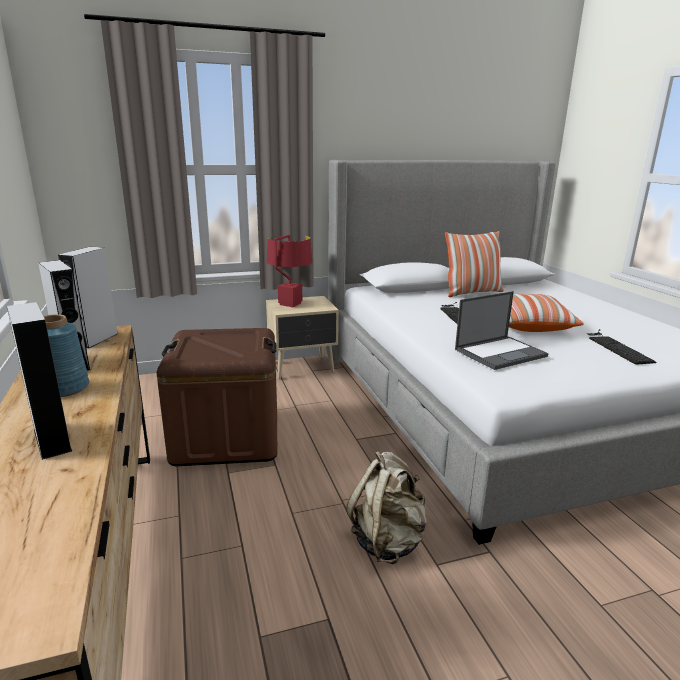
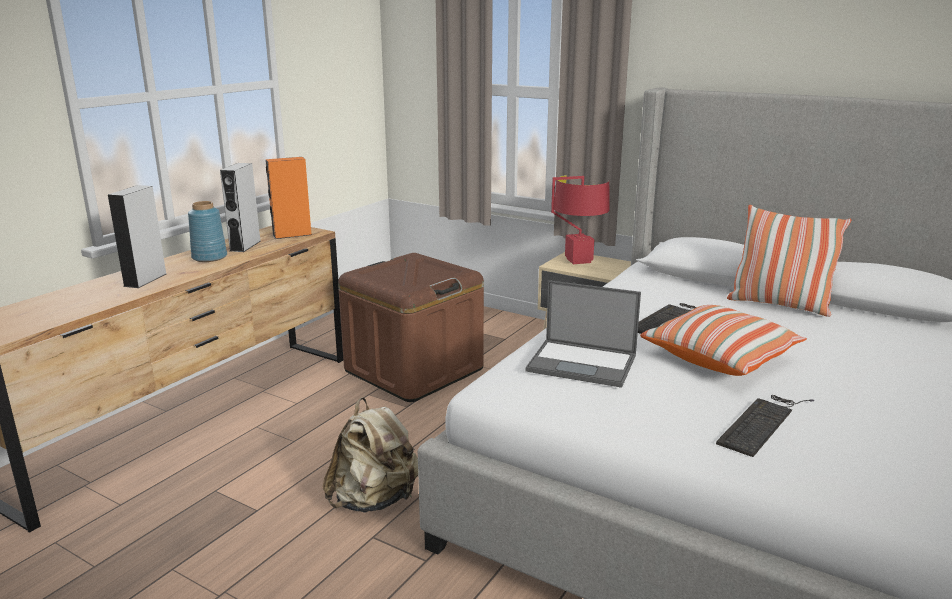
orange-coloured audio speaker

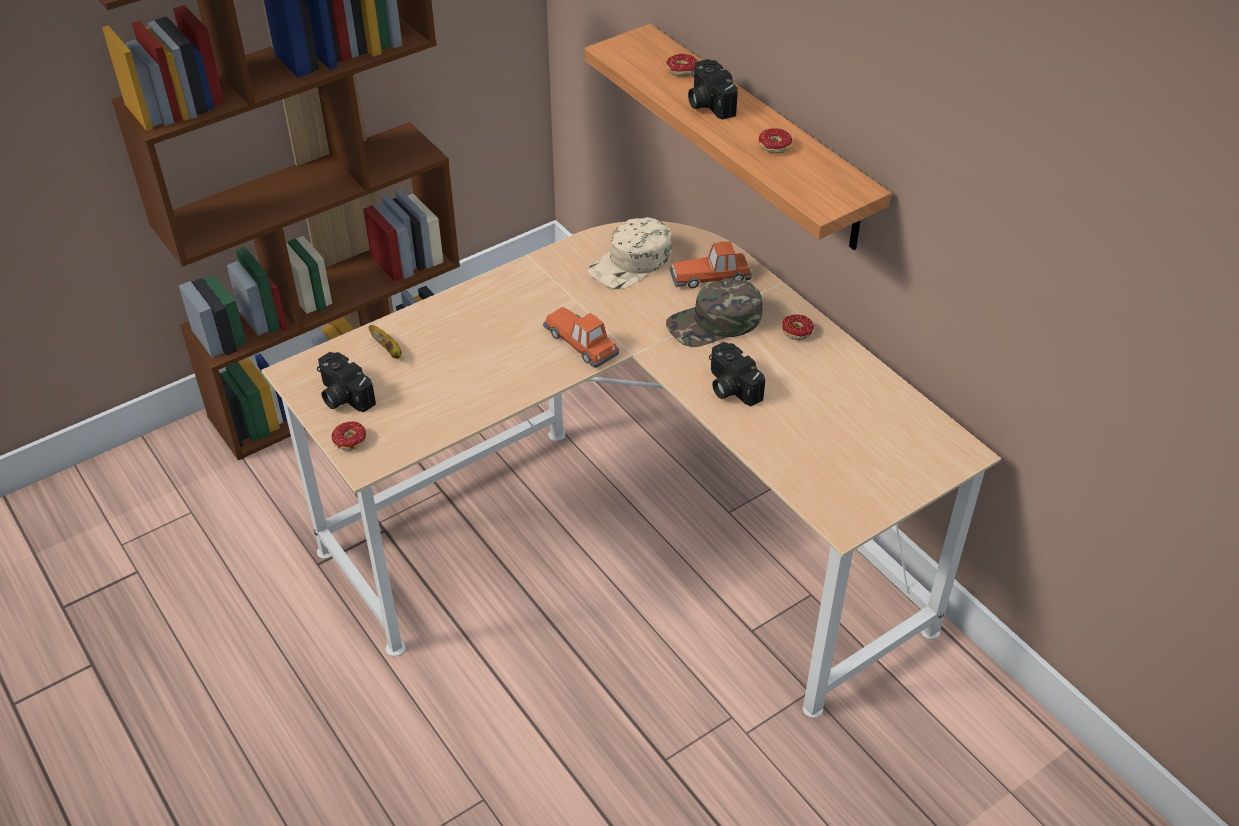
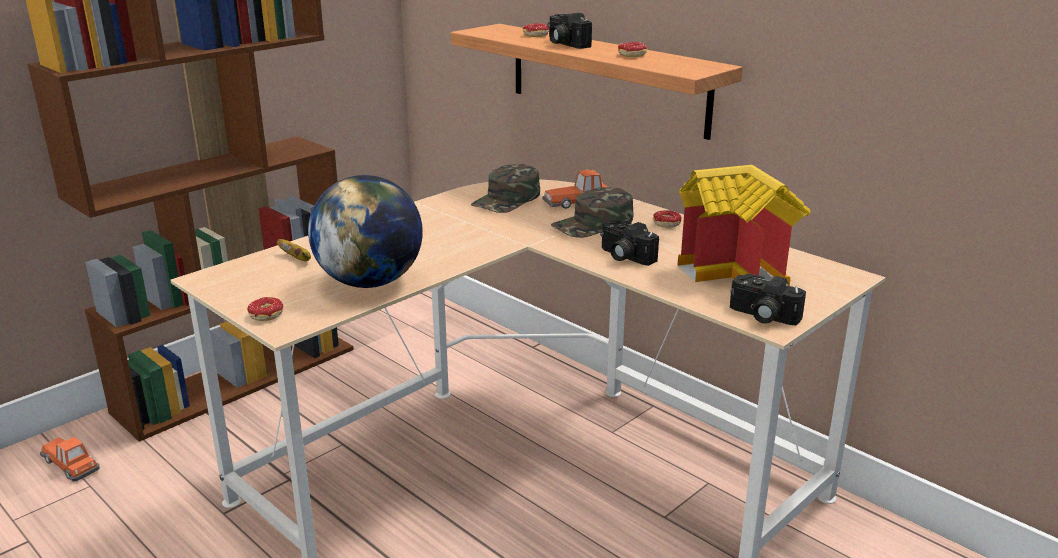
world globe
toy house
still camera (no. 3 from left)
model car (no. 1 from left)
green cap (no. 1 from left)

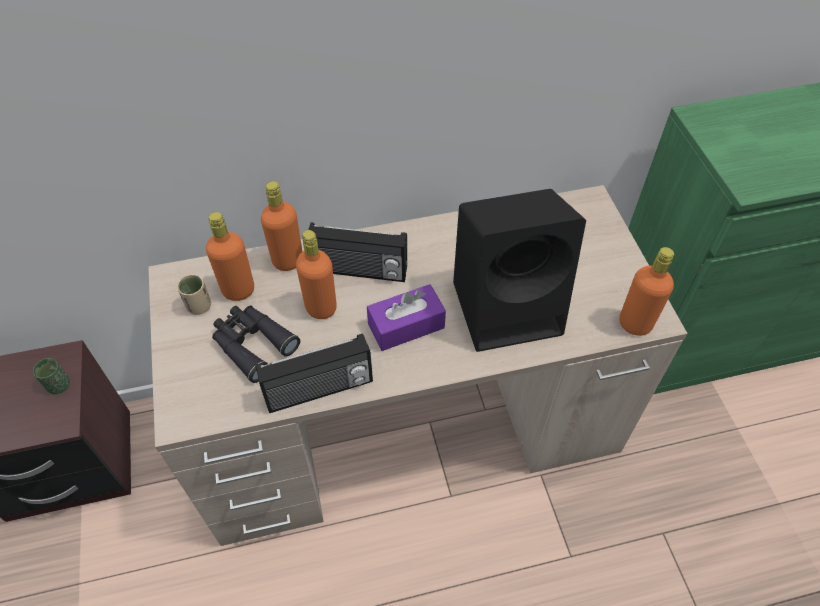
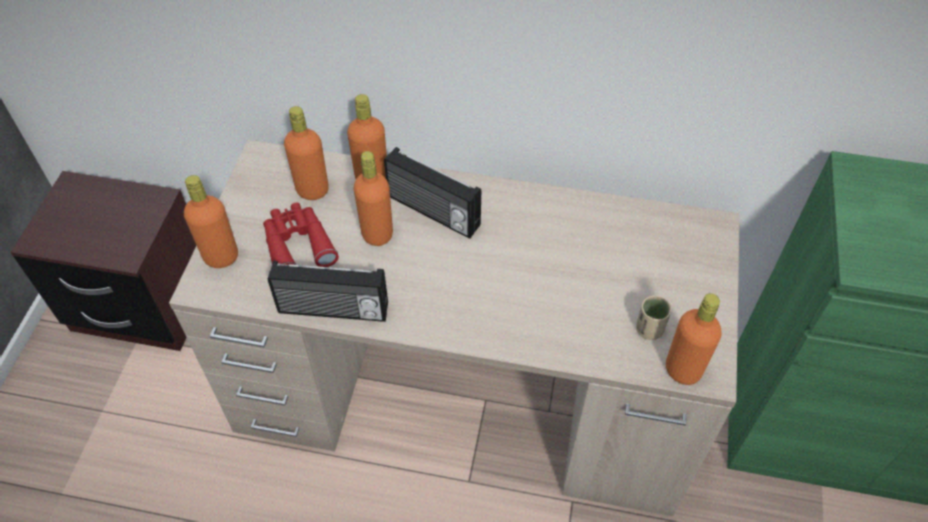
green cup
purple tissue holder
blackish audio speaker
orange-coloured beverage bottle (no. 1 from left)
sand-coloured cup
red binoculars

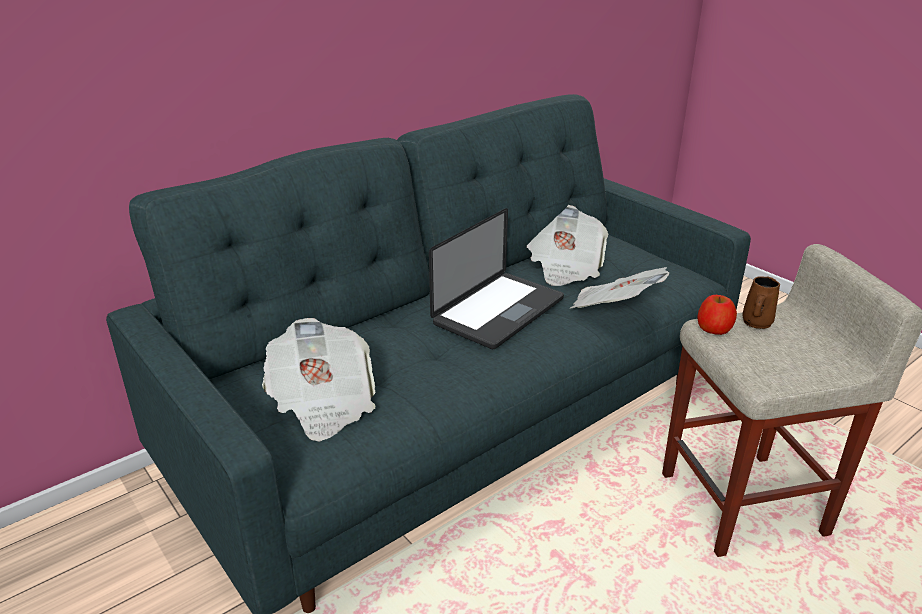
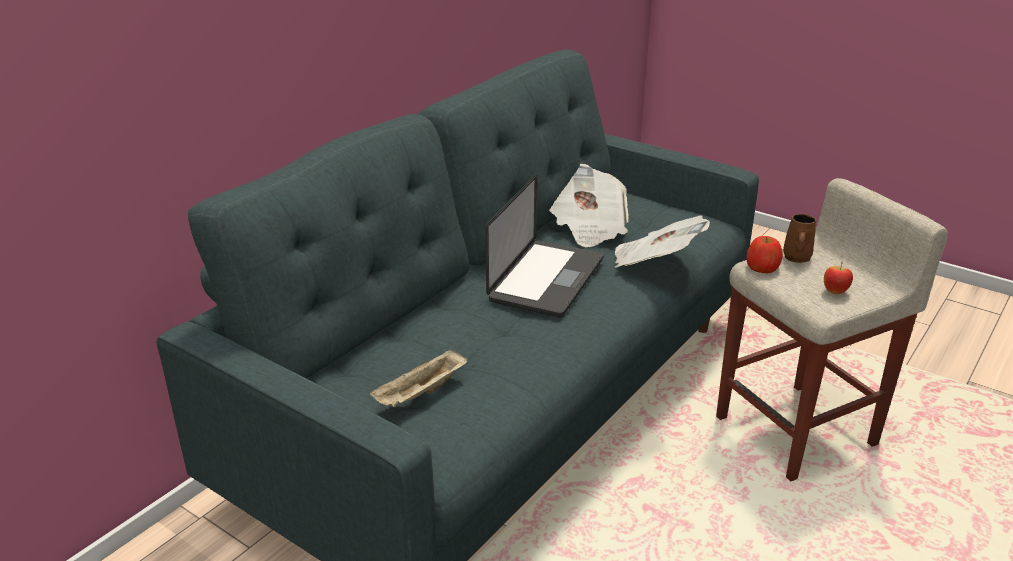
apple fruit (no. 2 from left)
sand-coloured tray

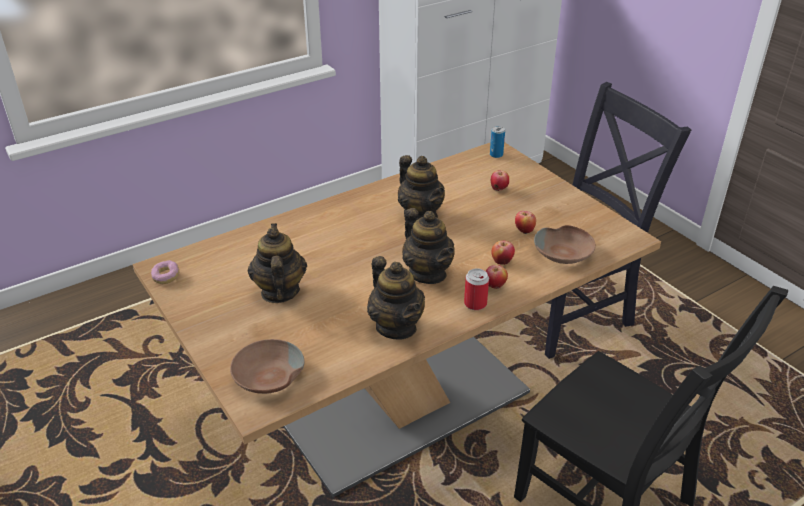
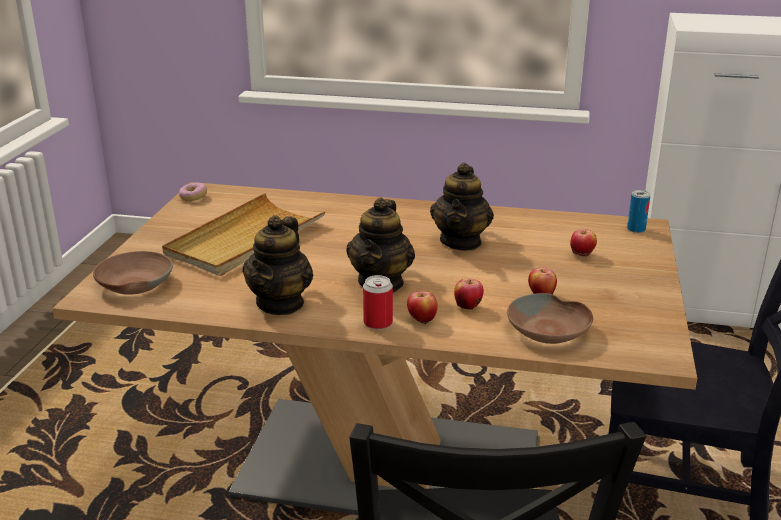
sand-coloured tray

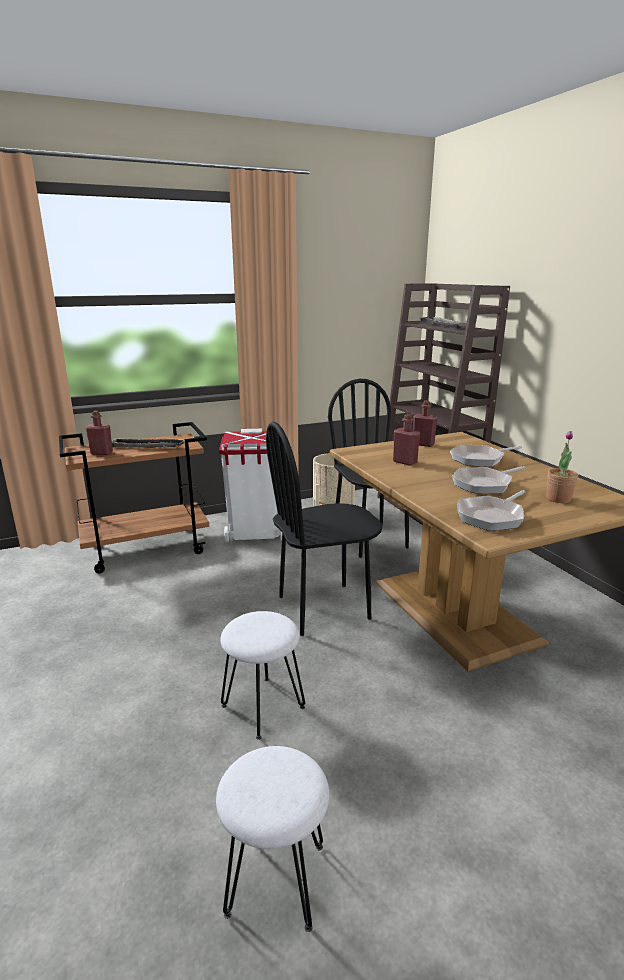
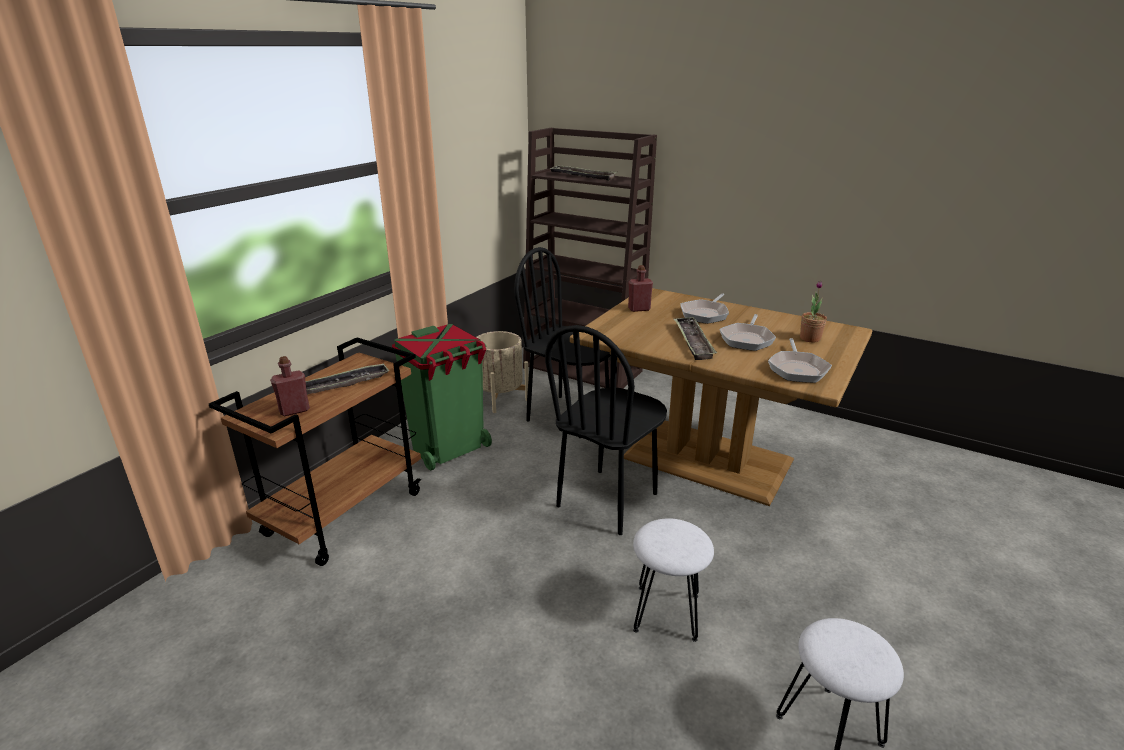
red beverage bottle (no. 2 from left in the first image)
tray (no. 3 from left)
green trash can

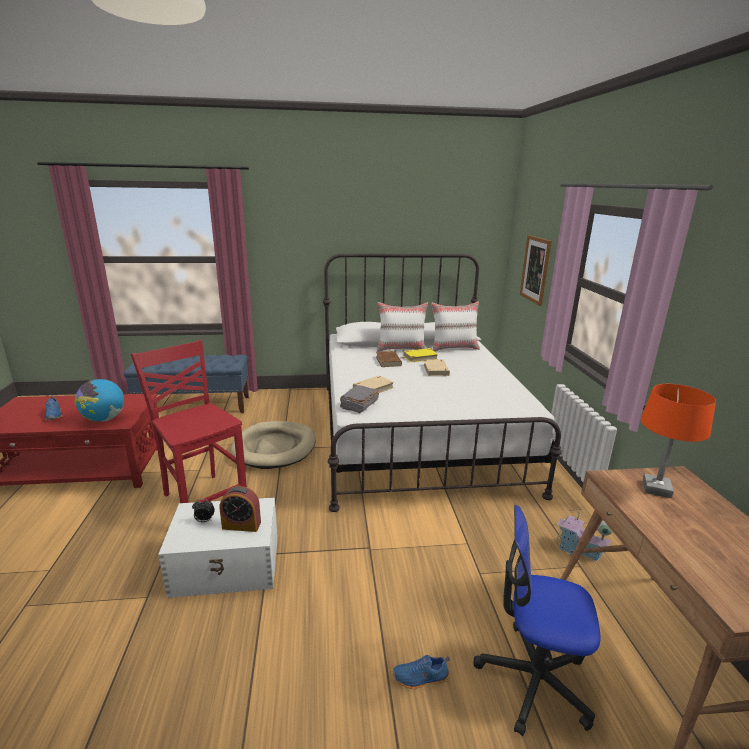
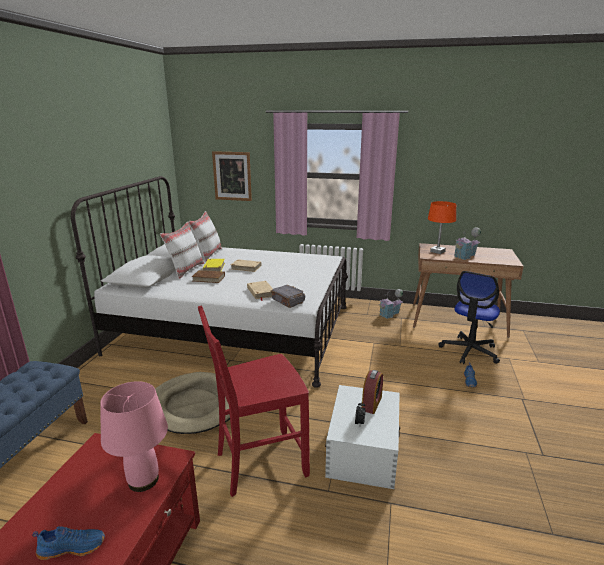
toy house (no. 2 from left)
pinkish table lamp

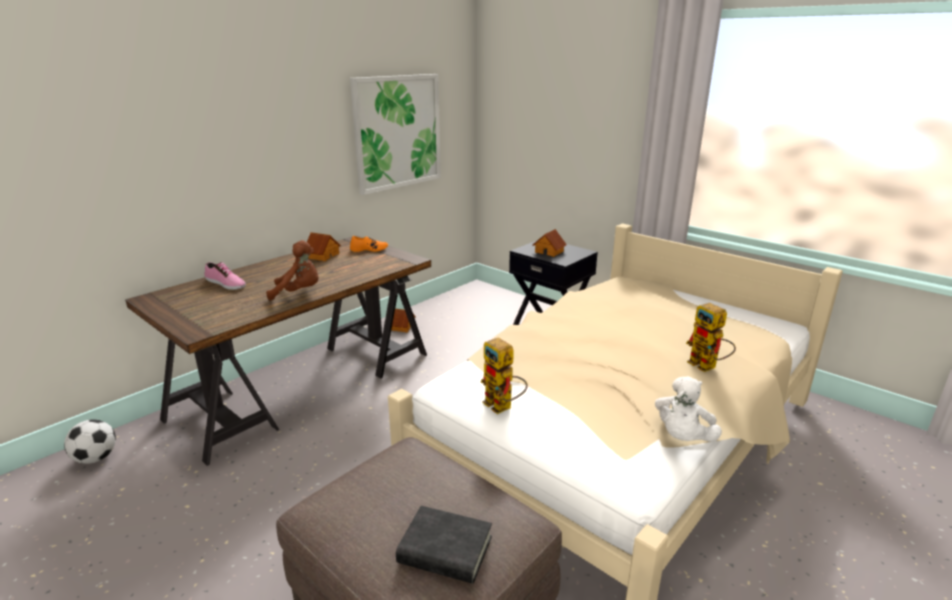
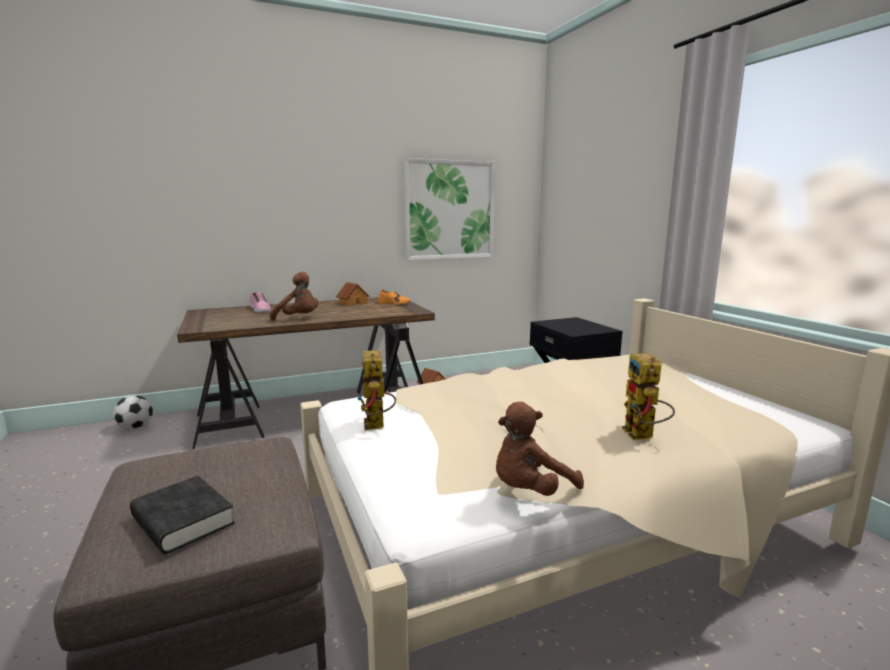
toy house (no. 3 from left in the first image)
brownish soft toy (no. 2 from left)

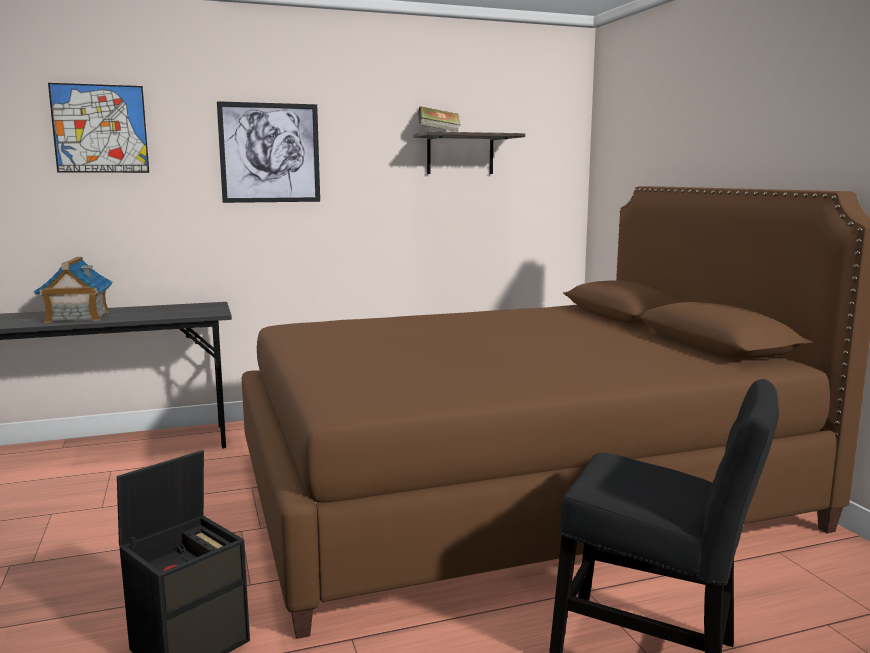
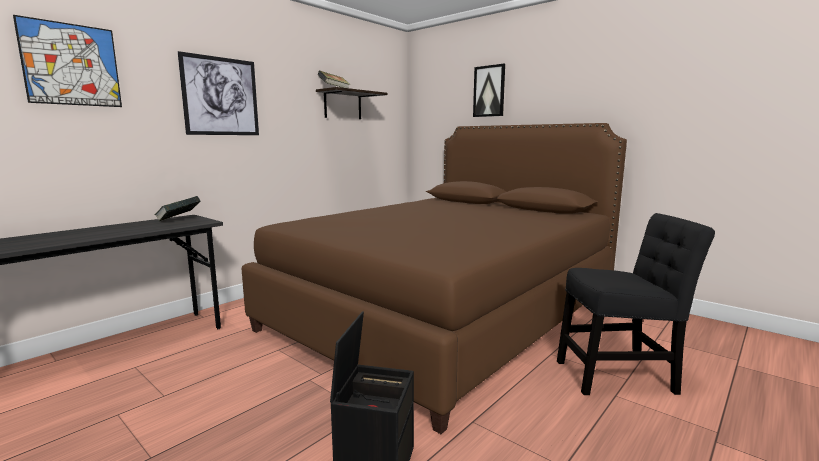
toy house
volume (no. 1 from left)
wall art (no. 3 from left)

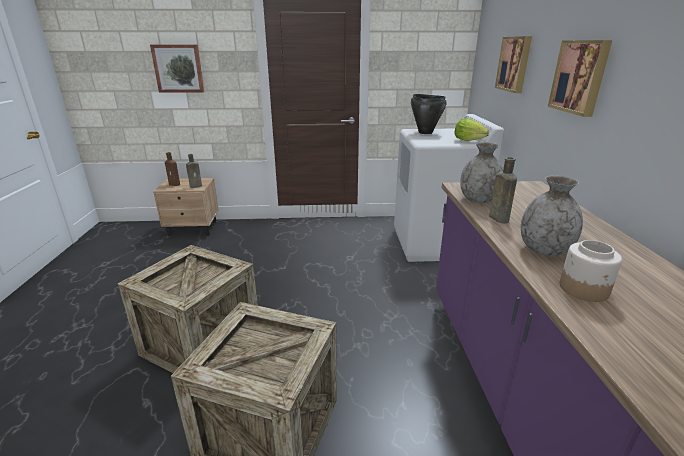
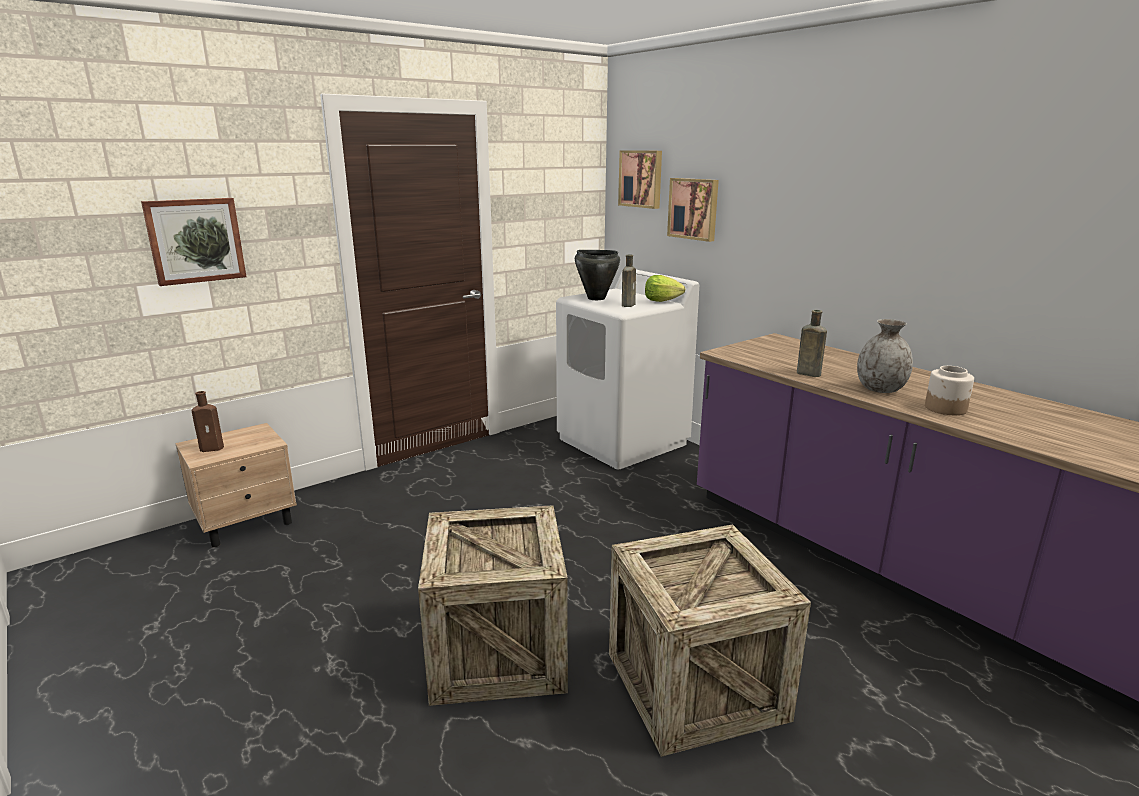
gray decorative vase (no. 1 from left in the first image)
brownish beverage bottle (no. 2 from left)
wall art (no. 2 from left)

